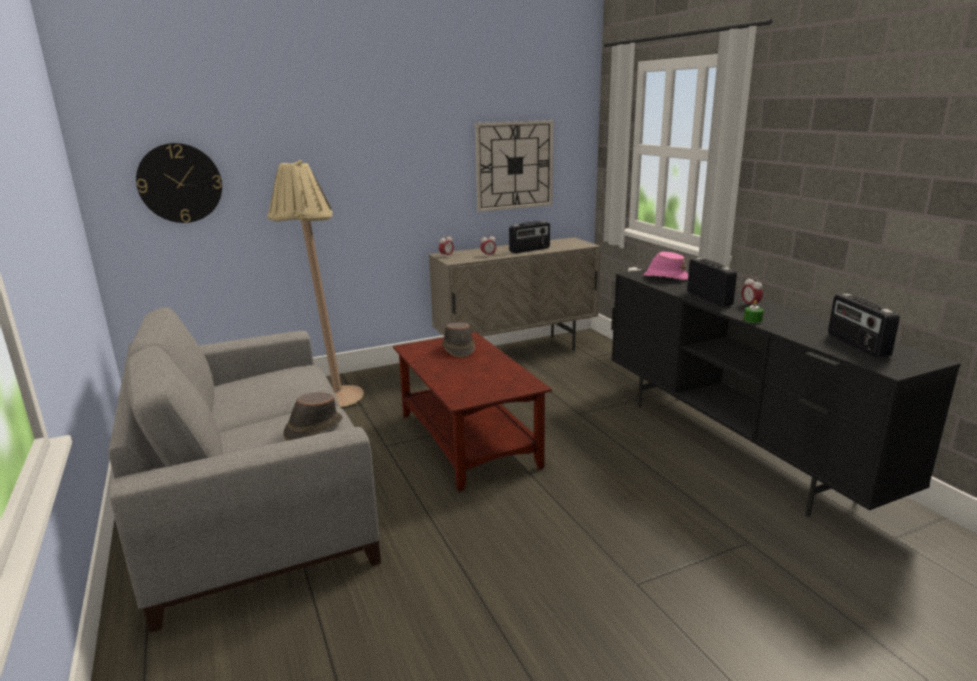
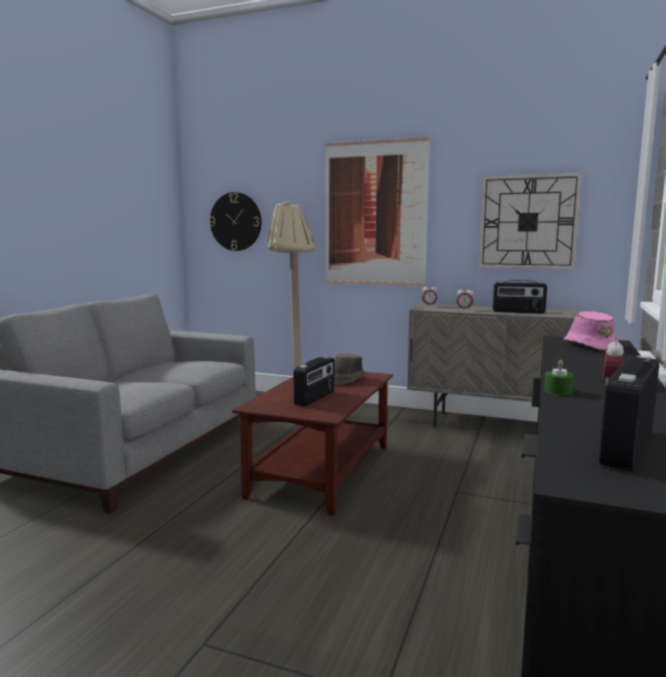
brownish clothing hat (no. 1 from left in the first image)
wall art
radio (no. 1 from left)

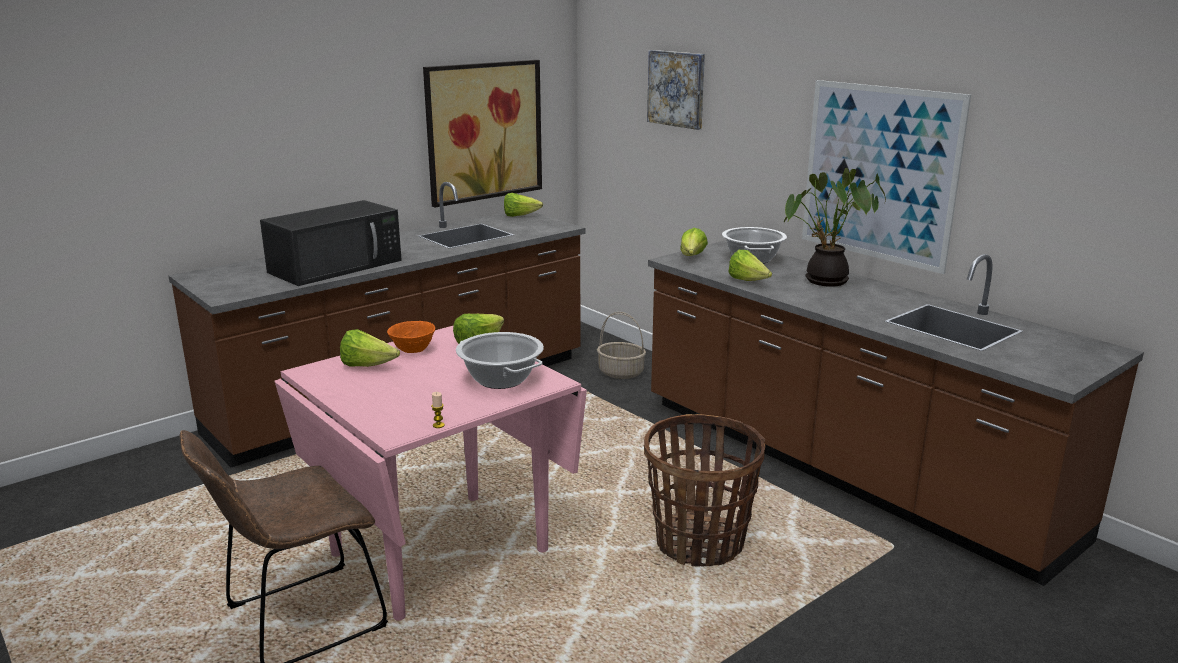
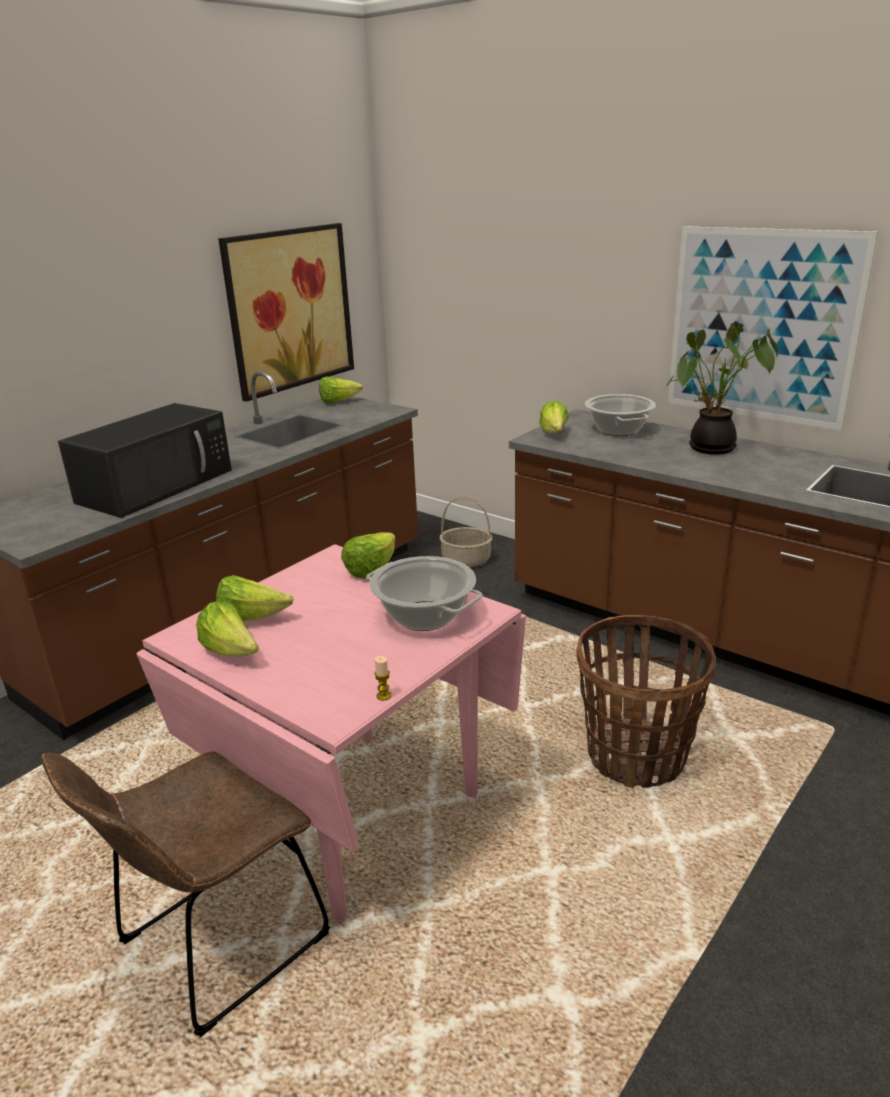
orange-coloured serving bowl
wall art (no. 2 from left in the first image)
lettuce (no. 1 from left)

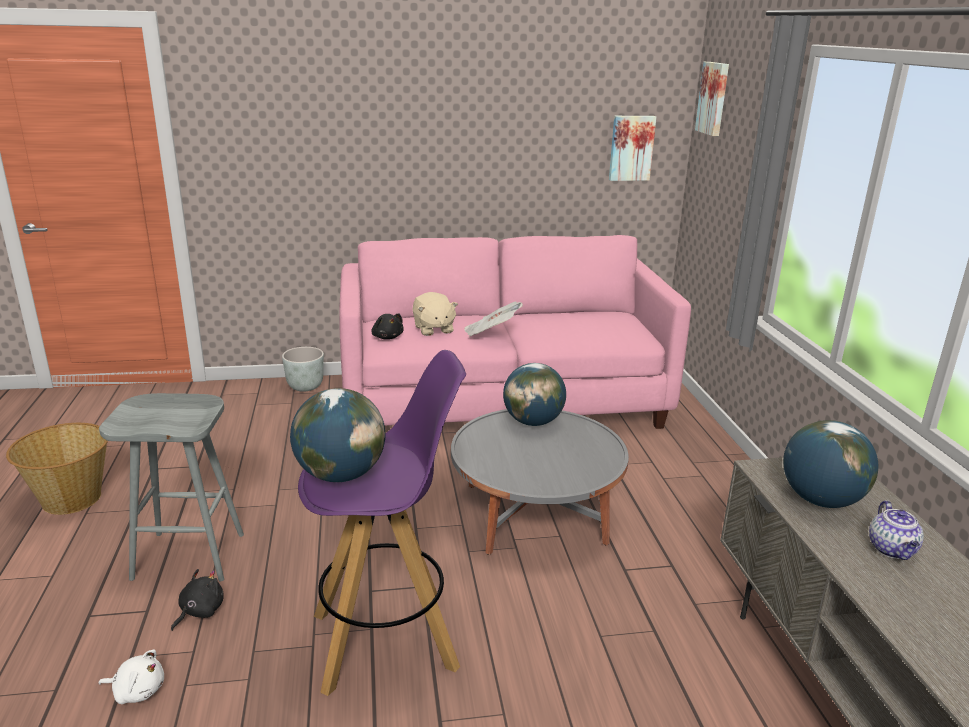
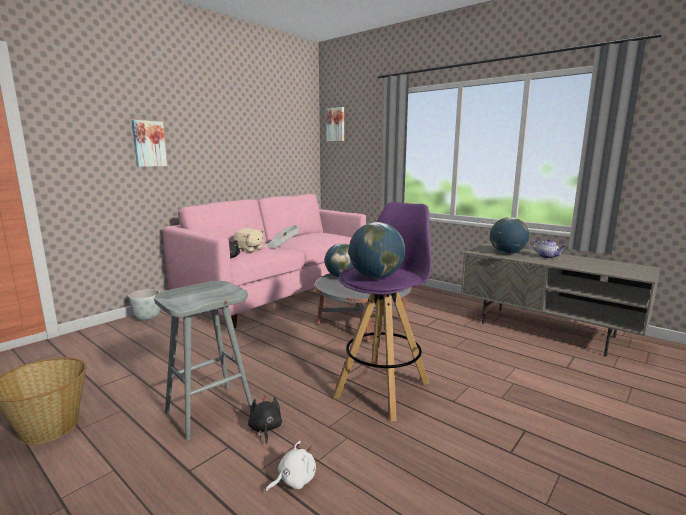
wall art (no. 1 from left)

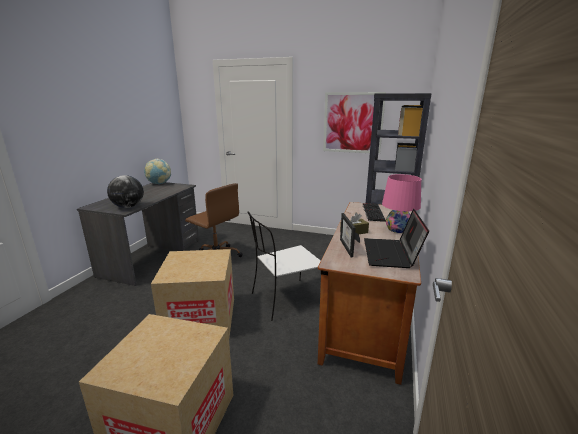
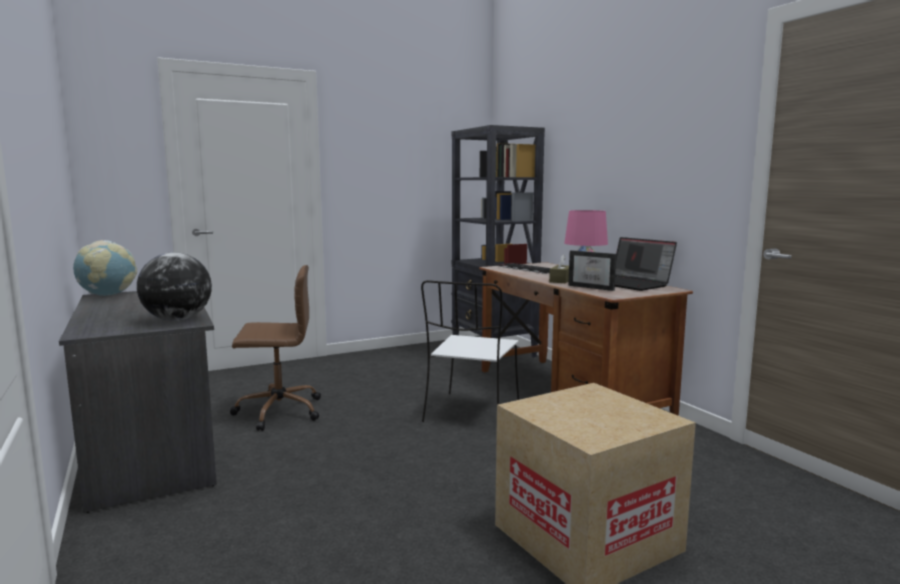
carton (no. 2 from left in the first image)
wall art

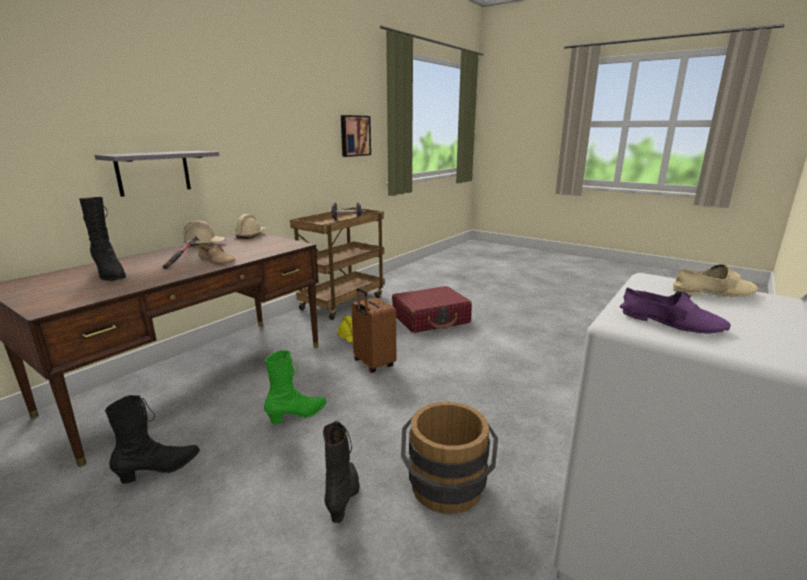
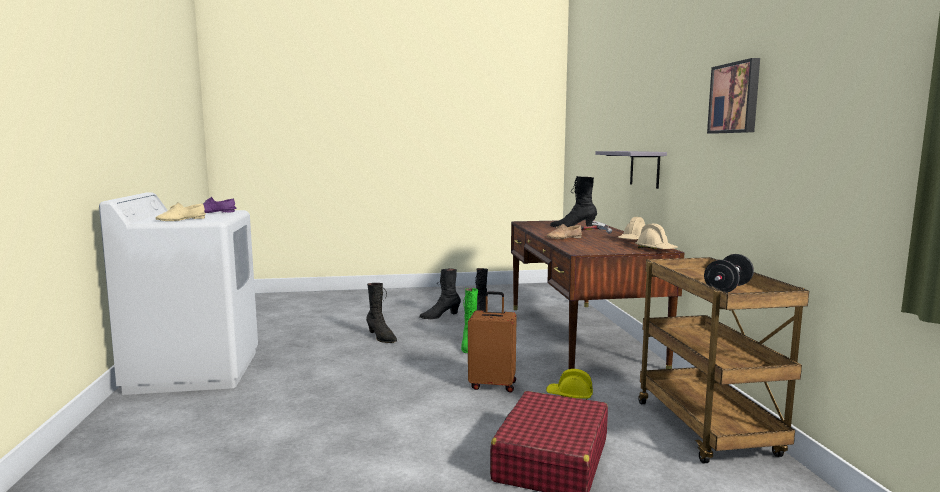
brownish bucket
blackish boot (no. 2 from left)
wall art

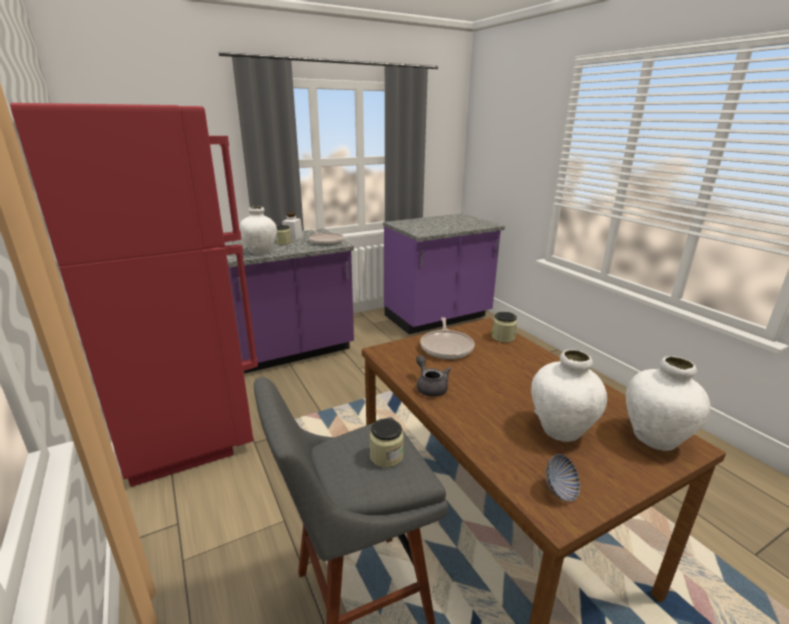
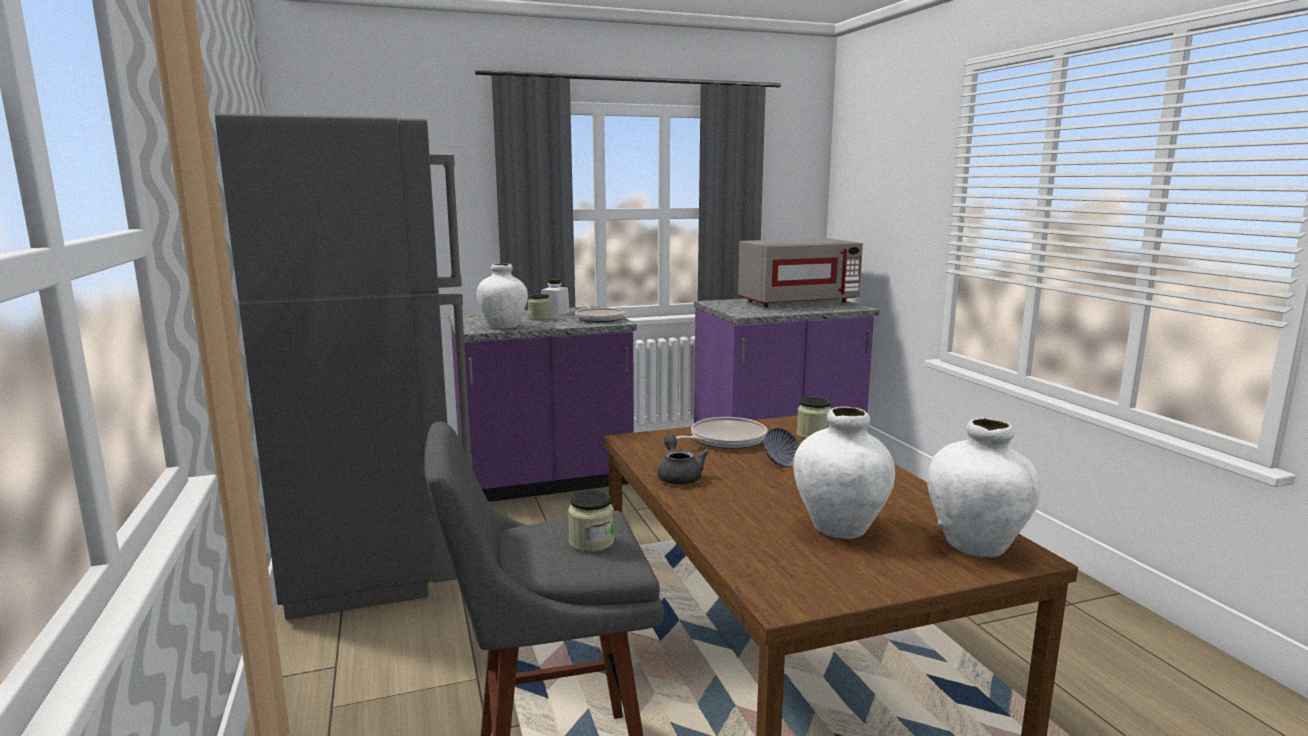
gray microwave oven
serving bowl
gray fridge
skillet (no. 2 from left)

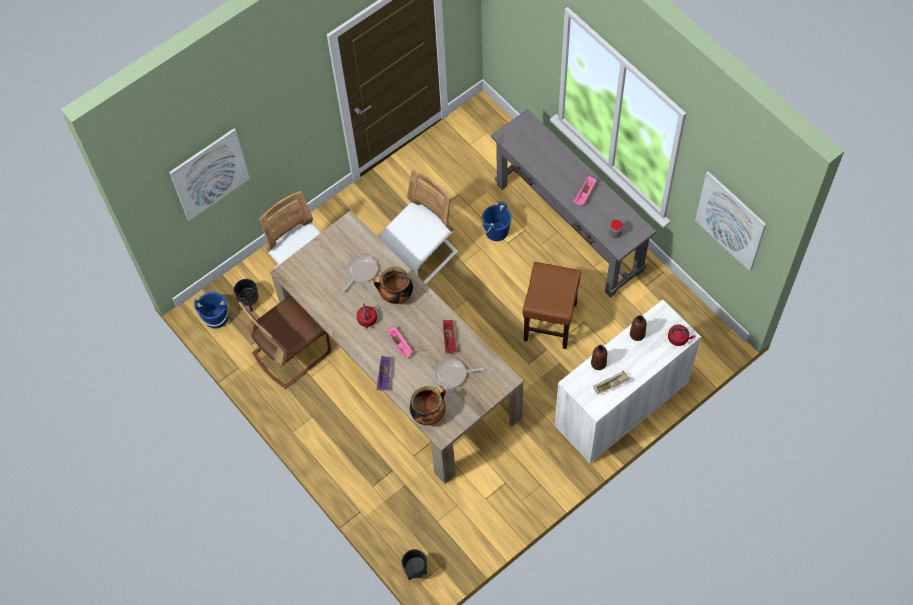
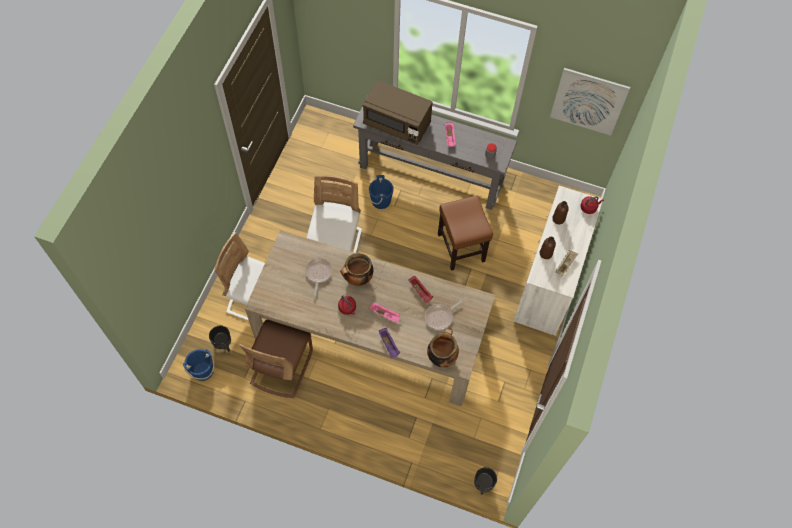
wall art (no. 1 from left in the first image)
brownish microwave oven

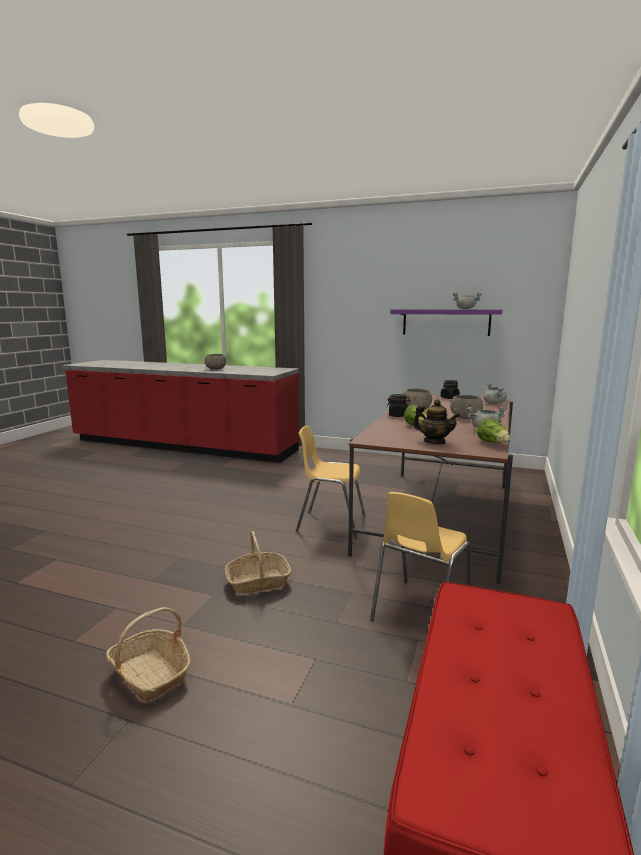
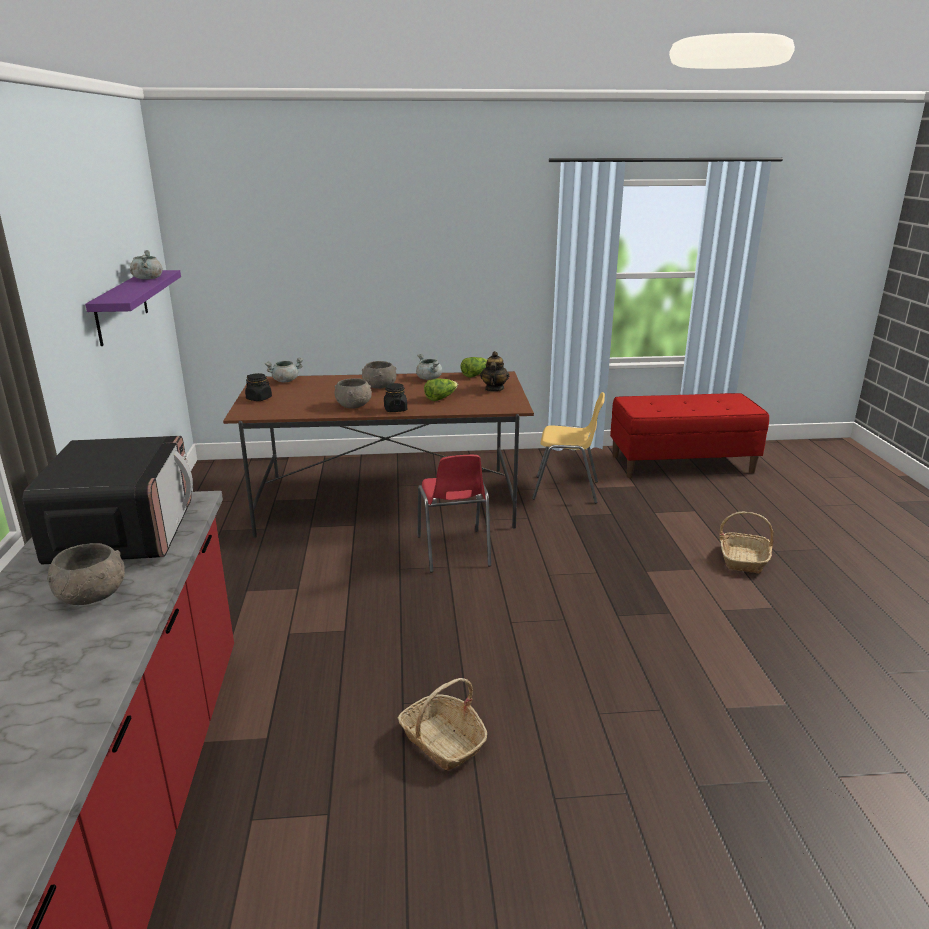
microwave oven
basket (no. 1 from left)
red chair

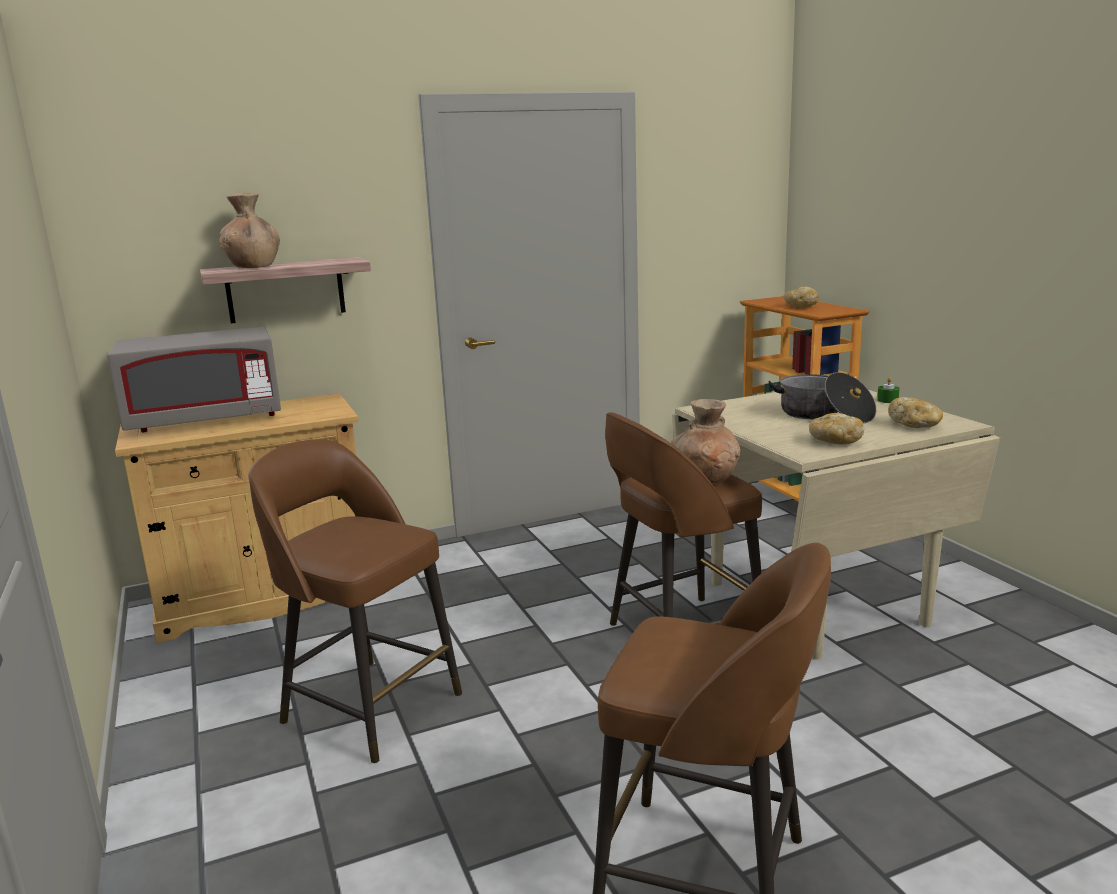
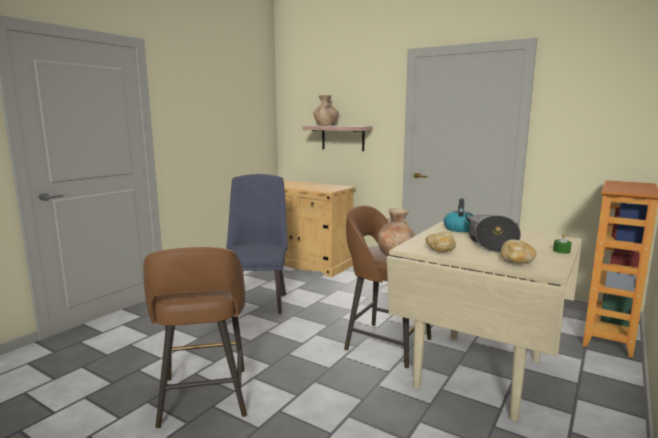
gray microwave oven
bakery bread (no. 1 from left in the first image)
tea kettle
bluish chair

